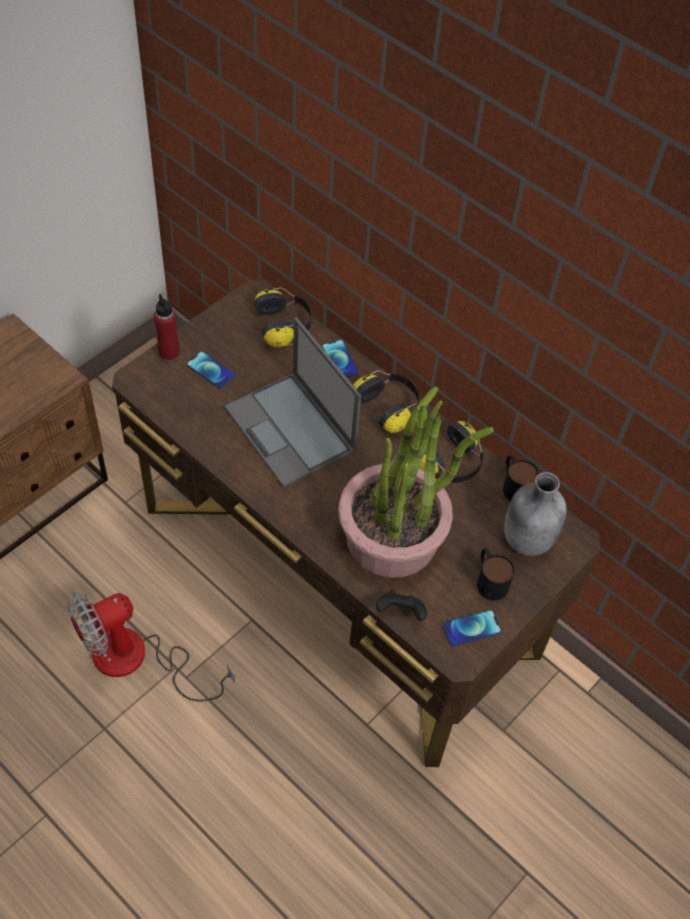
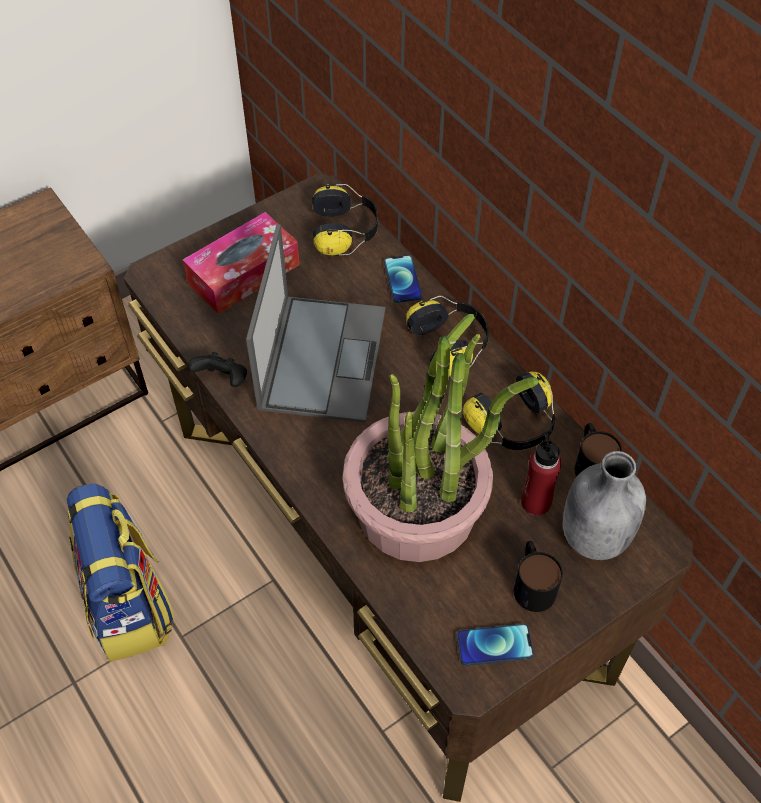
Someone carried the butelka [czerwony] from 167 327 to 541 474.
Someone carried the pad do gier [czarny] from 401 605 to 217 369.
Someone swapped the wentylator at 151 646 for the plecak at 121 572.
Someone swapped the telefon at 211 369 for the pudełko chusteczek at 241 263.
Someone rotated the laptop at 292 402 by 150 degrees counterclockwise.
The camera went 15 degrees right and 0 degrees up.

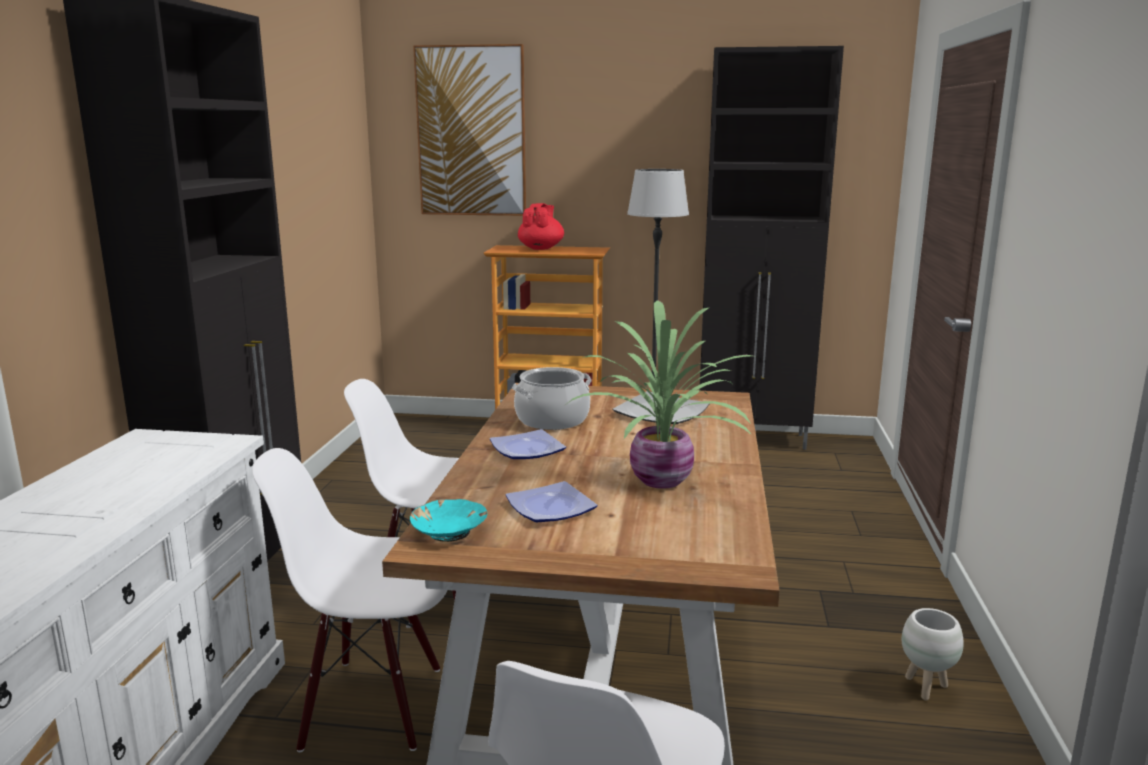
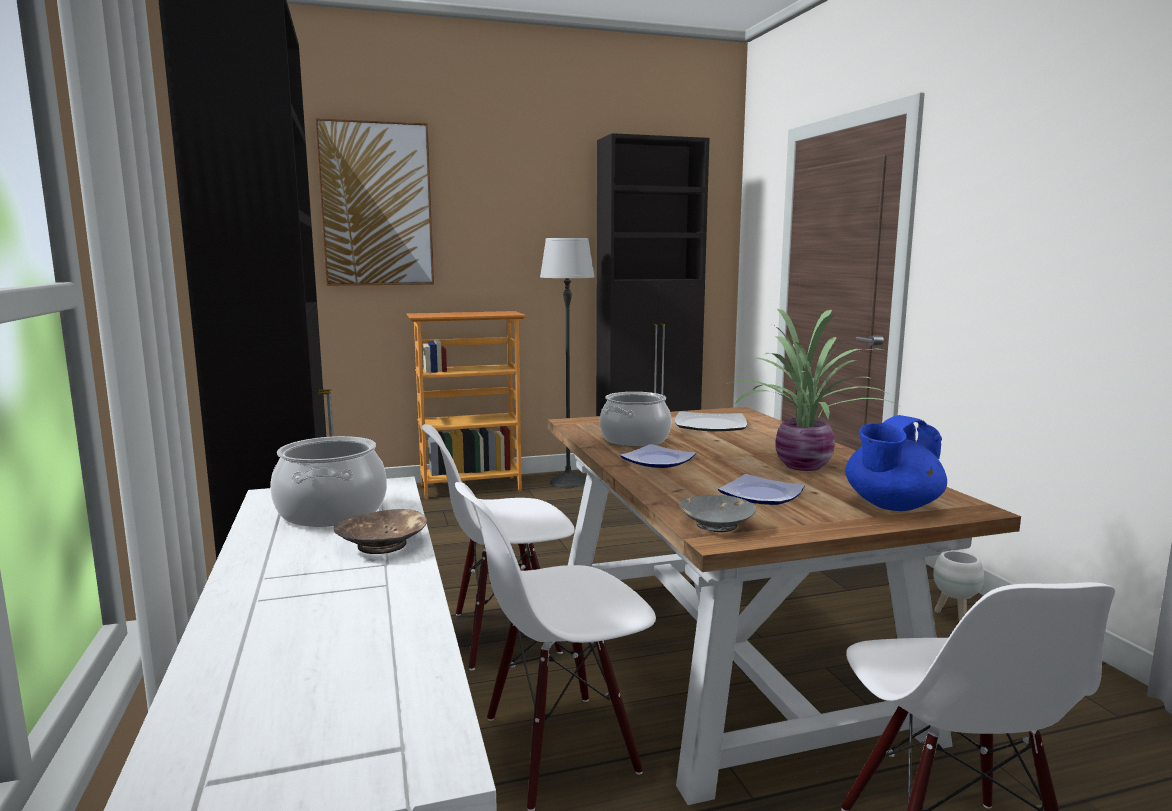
Someone took away the imbryk [czerwony] at 541 226.
Someone put down the garnek at 328 481.
Someone put down the miska [brązowy] at 380 531.
Someone put down the imbryk [niebieski] at 896 463.
Someone repainted the miska [turkusowy] at 448 520, which became the miska [szary] at 717 513.
The camera went 25 degrees left and 5 degrees down.

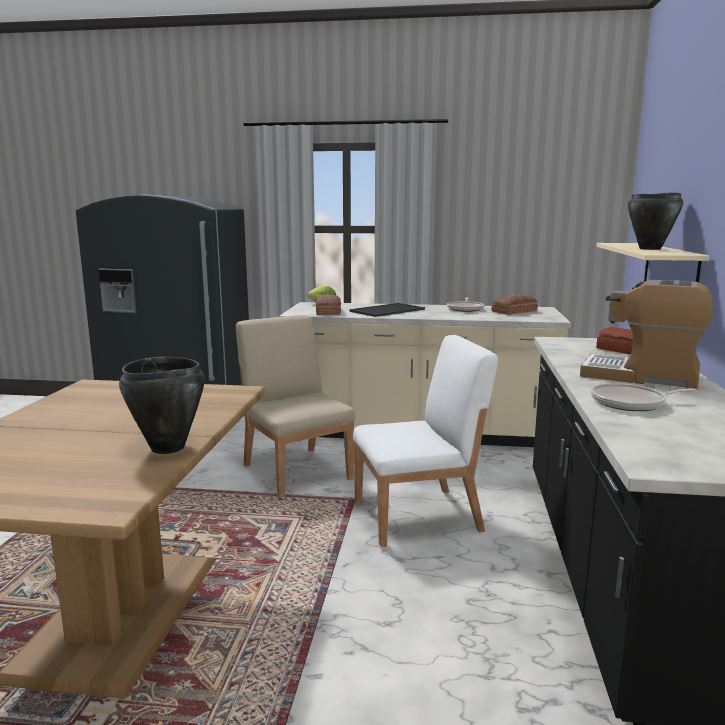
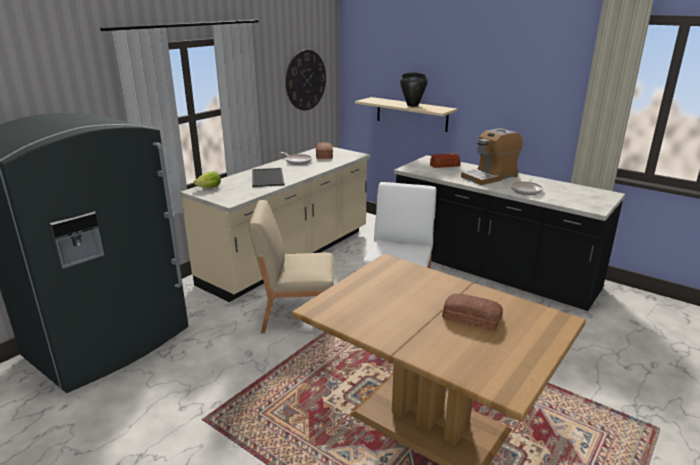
Someone took away the garnek [czarny] at 162 405.
Someone put up the zegar ścienny at 306 80.
Someone carried the chleb from 328 304 to 472 313.
The camera went 60 degrees left and 10 degrees up.

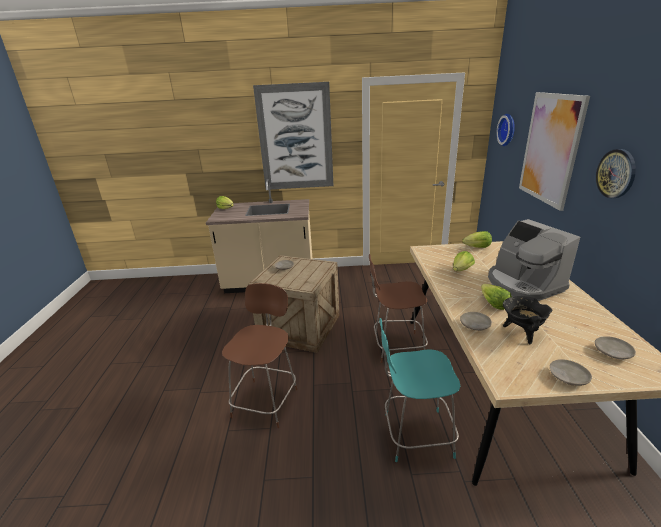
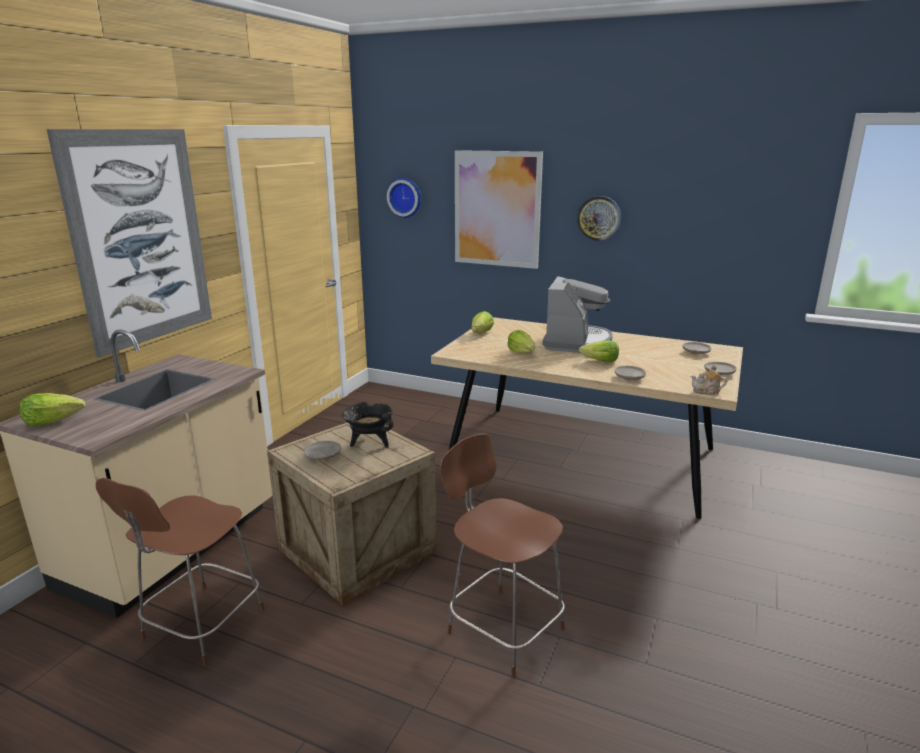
Someone took away the krzesło [turkusowy] at 419 390.
Someone put down the imbryk at 709 380.
Someone carried the krzesło [brązowy] from 398 308 to 180 572.
Someone carried the garnek [czarny] from 527 320 to 367 424.
Someone rotated the ekspres do kawy at 534 260 by 75 degrees counterclockwise.
The camera went 65 degrees left and 5 degrees down.

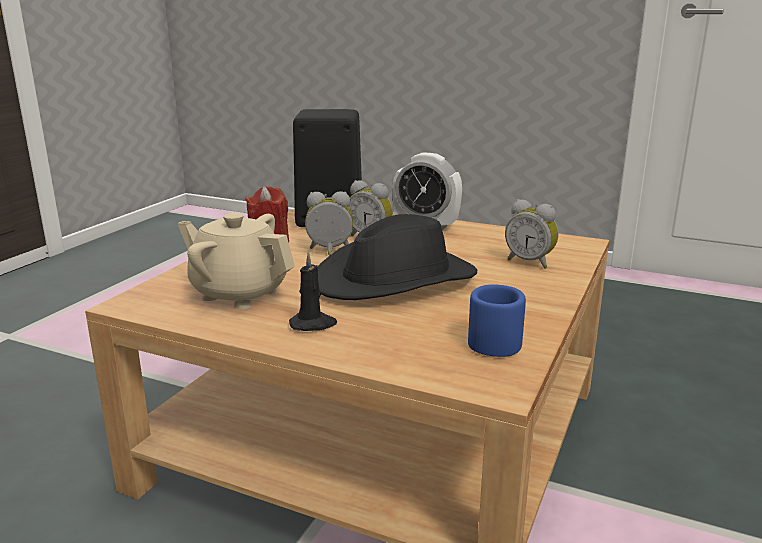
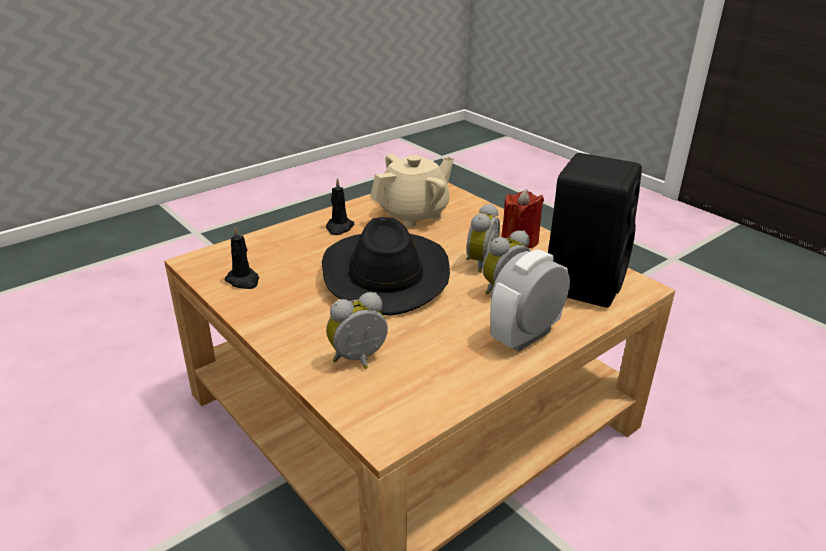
Someone swapped the kubek [niebieski] at 497 321 for the świeca [czarny] at 241 257.
The camera went 115 degrees right and 10 degrees up.

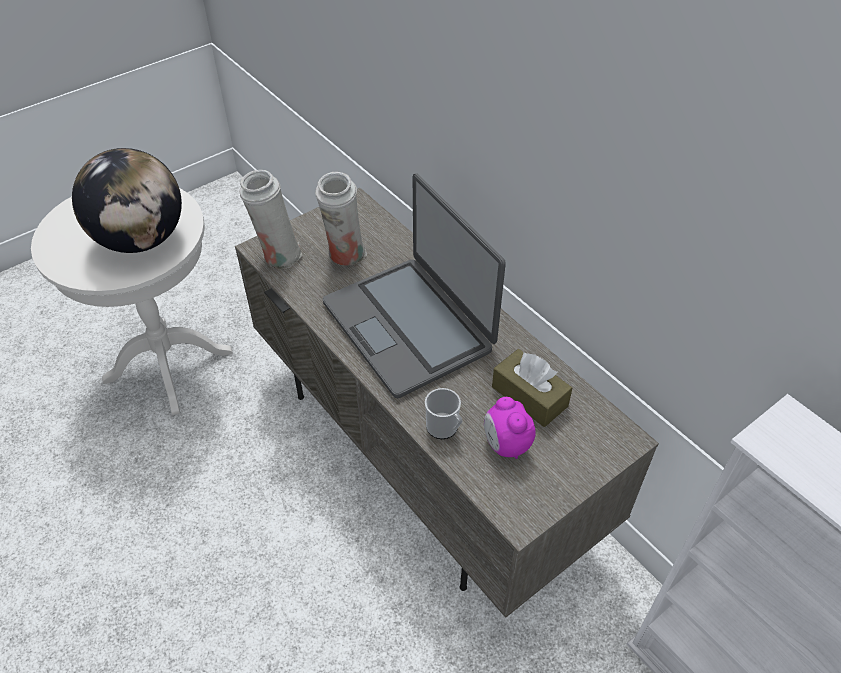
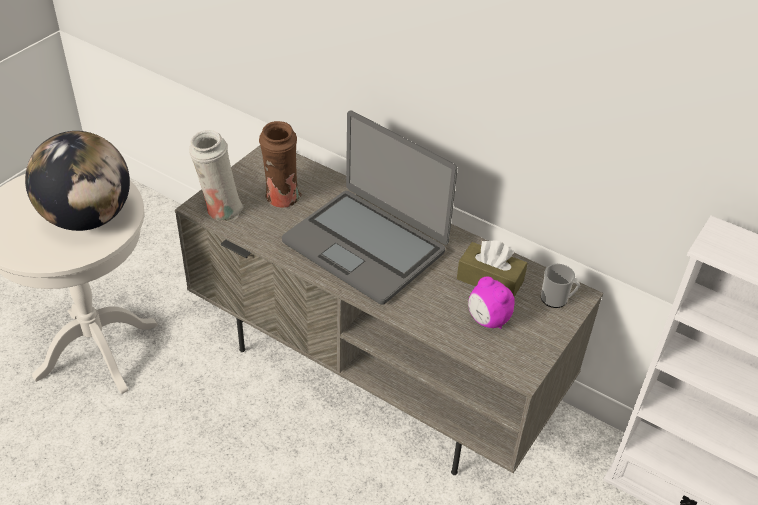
Someone carried the kubek from 443 413 to 560 286.
Someone repainted the wazon [biały] at 341 219, which became the wazon [brązowy] at 280 164.
The camera went 20 degrees left and 5 degrees down.

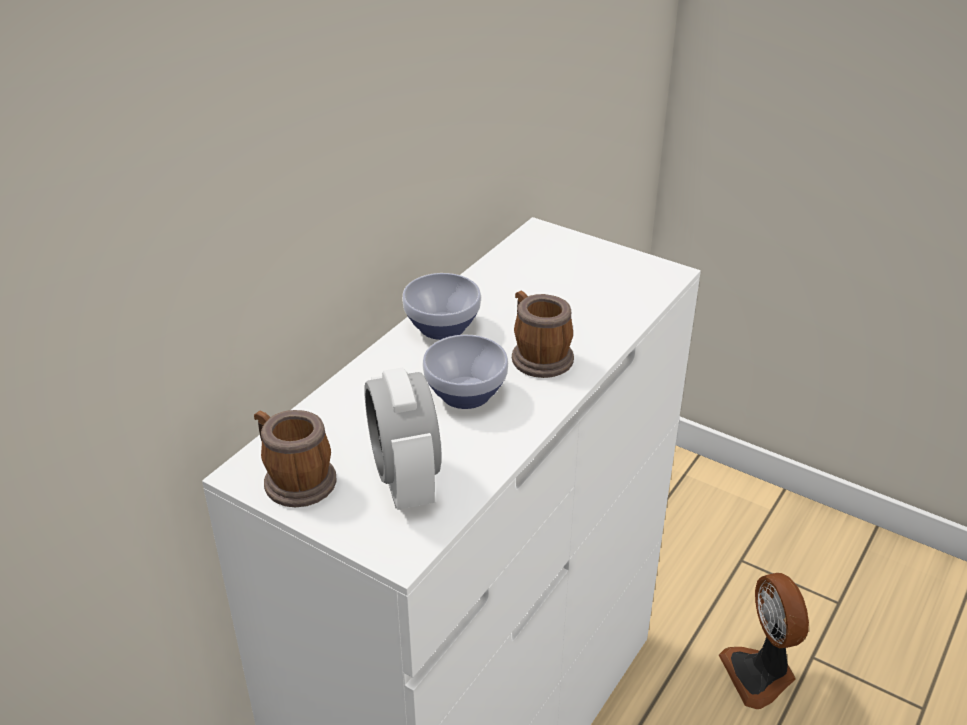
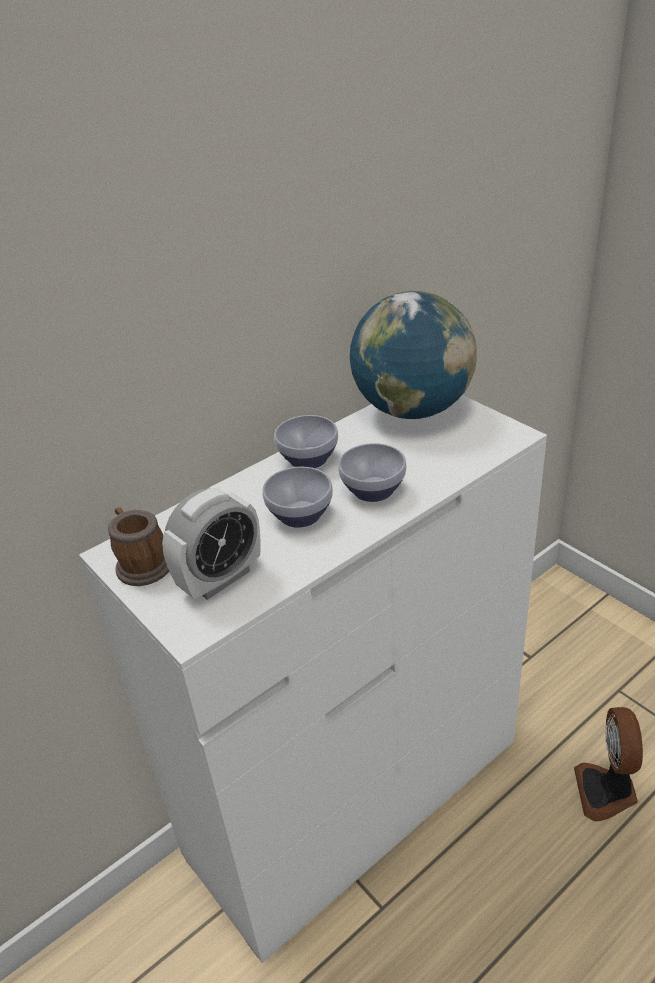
Someone put down the globus at 413 354.
Someone swapped the kubek at 543 334 for the miska at 372 472.
Someone rotated the budzik at 403 438 by 135 degrees counterclockwise.
The camera went 20 degrees right and 0 degrees up.

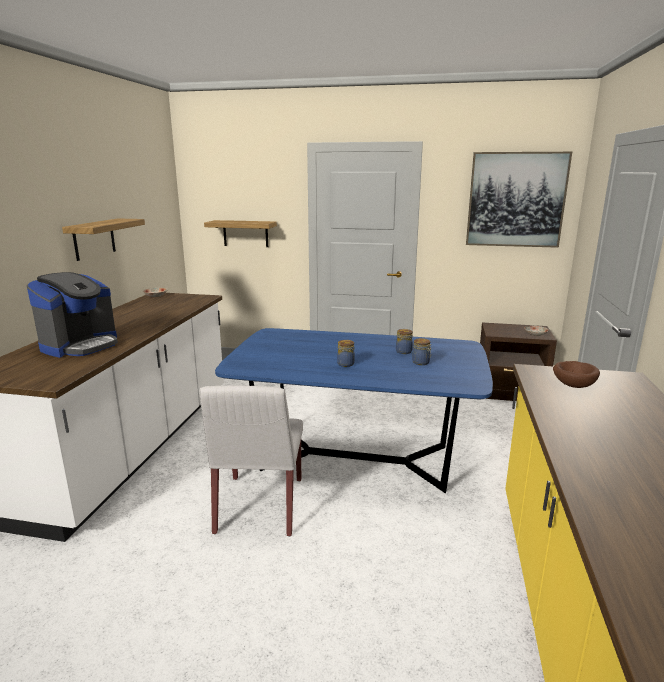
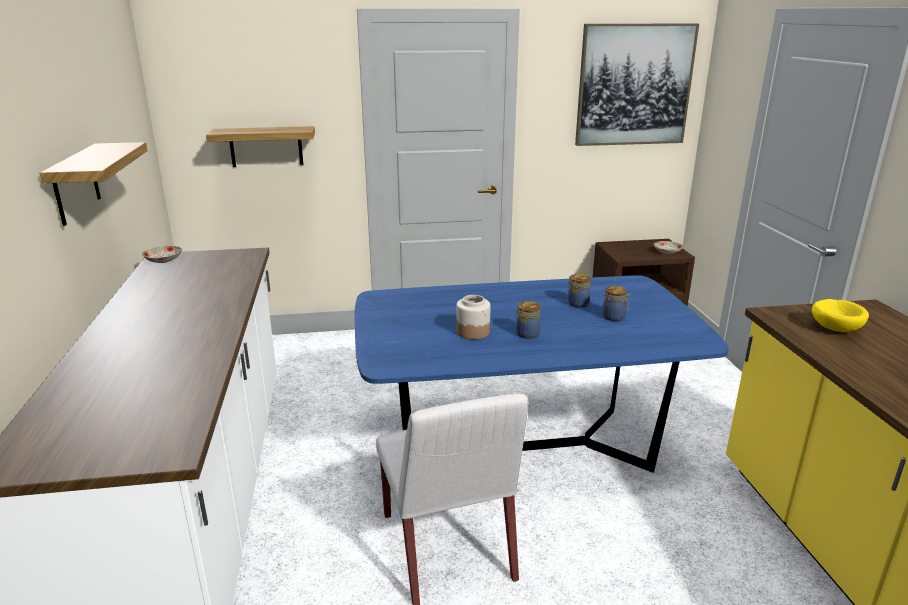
Someone took away the ekspres do kawy at 72 315.
Someone put down the słoik at 473 317.
Someone repainted the miska [brązowy] at 576 374, which became the miska [żółty] at 840 315.
The camera went 20 degrees left and 5 degrees up.

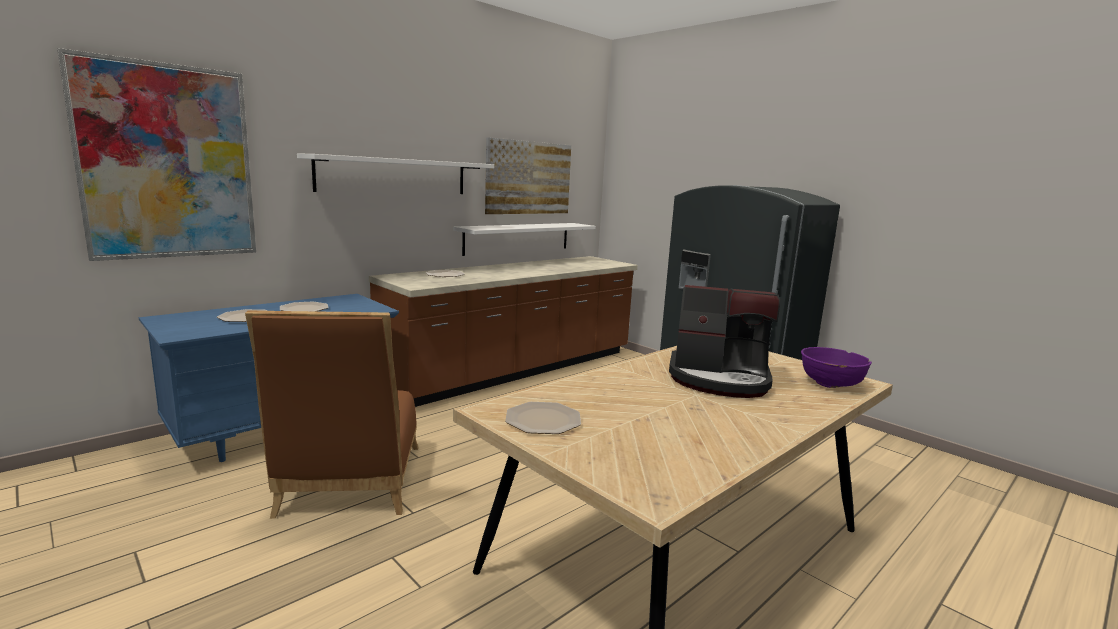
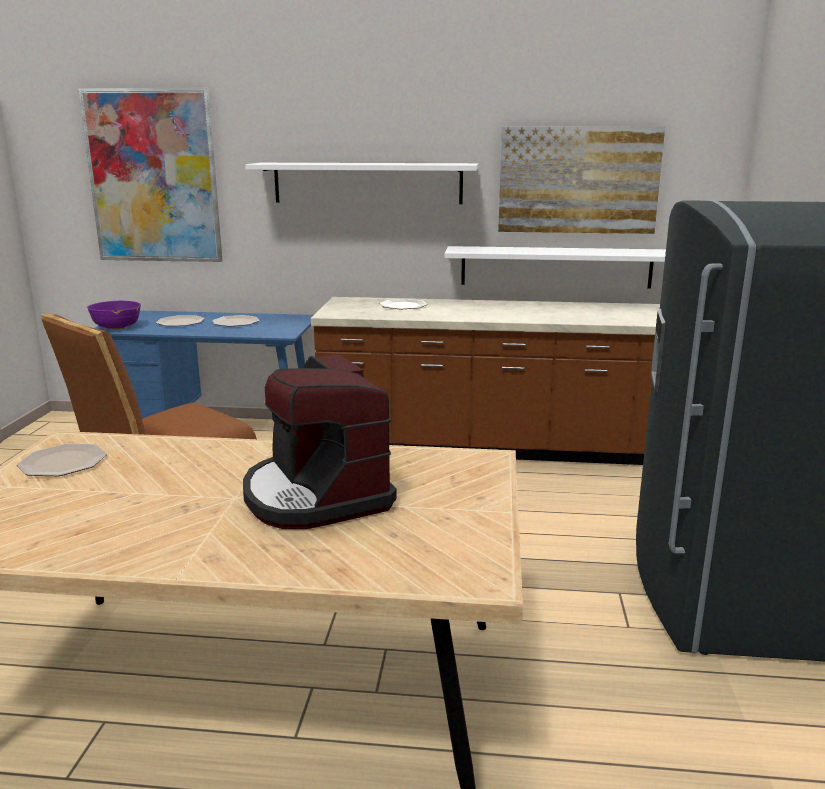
Someone carried the miska [fioletowy] from 836 367 to 114 315.
The camera went 50 degrees right and 5 degrees up.

